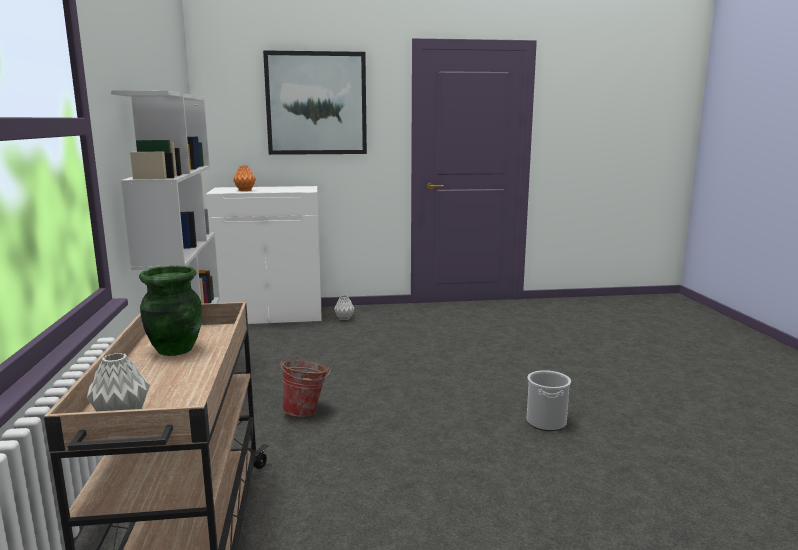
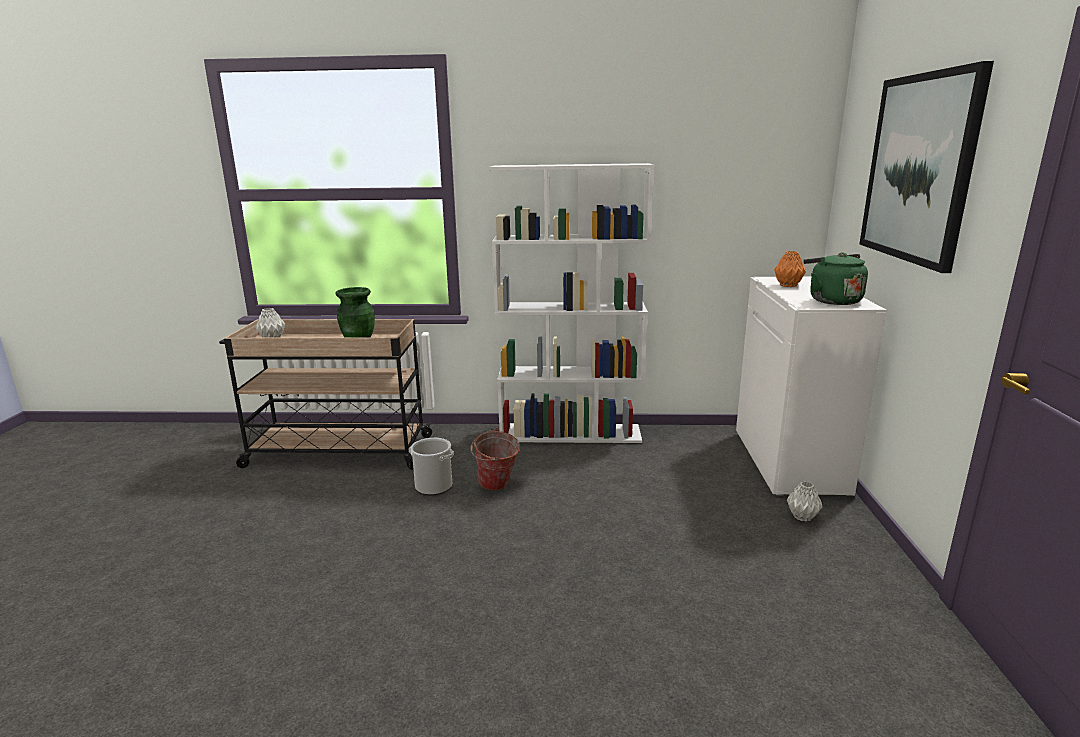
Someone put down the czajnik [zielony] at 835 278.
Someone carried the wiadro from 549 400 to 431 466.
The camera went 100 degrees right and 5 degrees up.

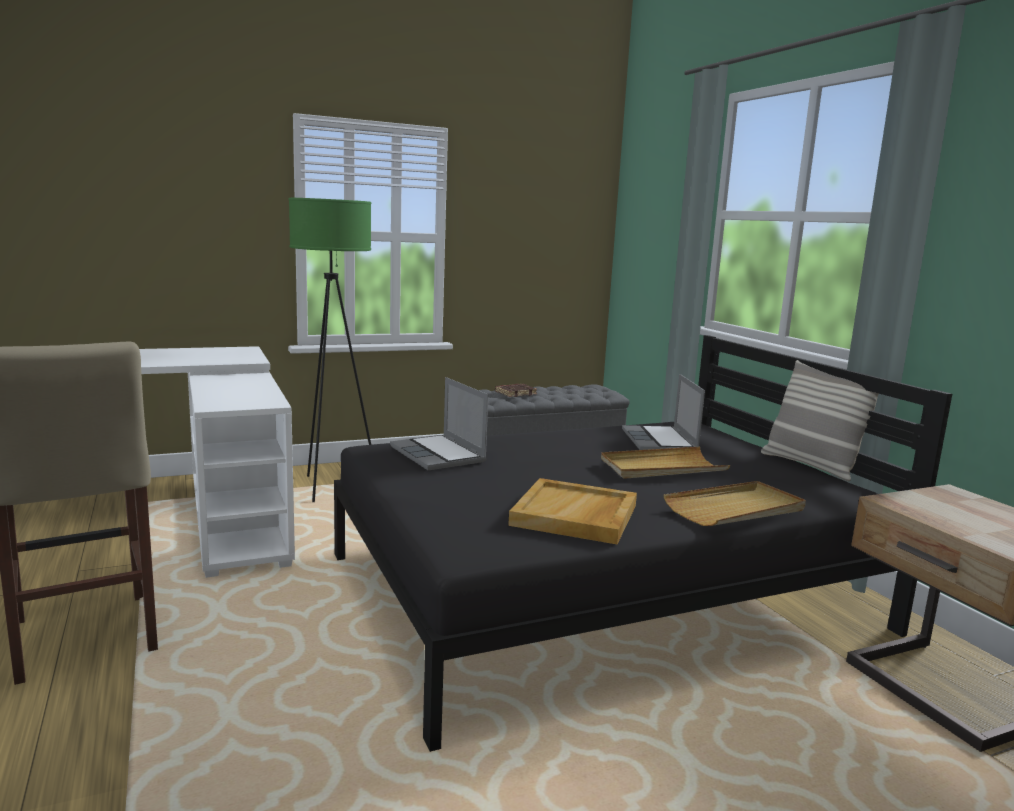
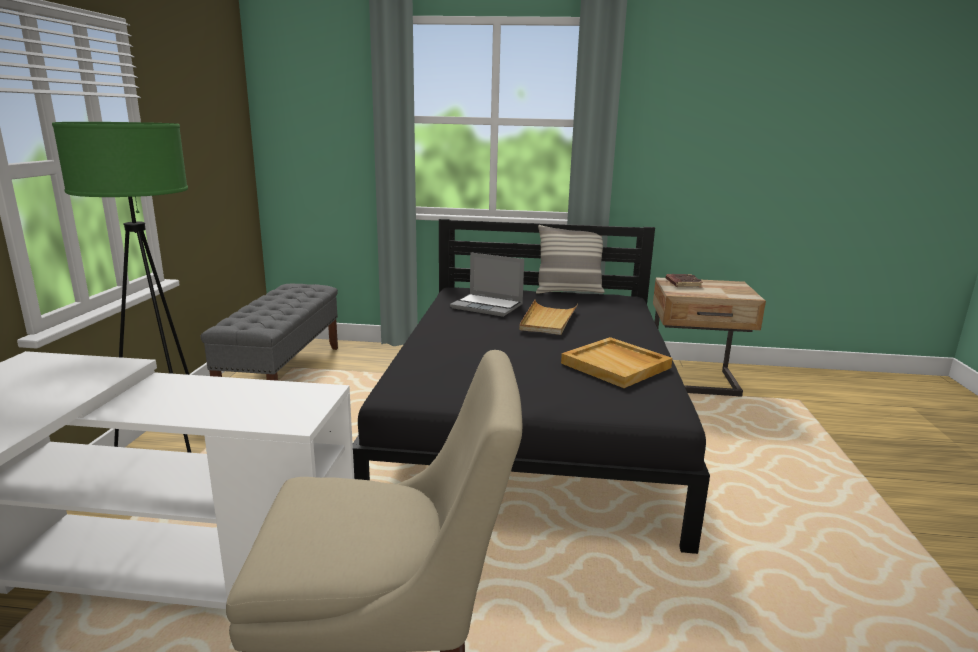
Someone took away the laptop at 439 423.
Someone took away the taca [beżowy] at 734 503.
Someone carried the książka [brązowy] from 516 390 to 684 280.
The camera went 60 degrees left and 5 degrees up.

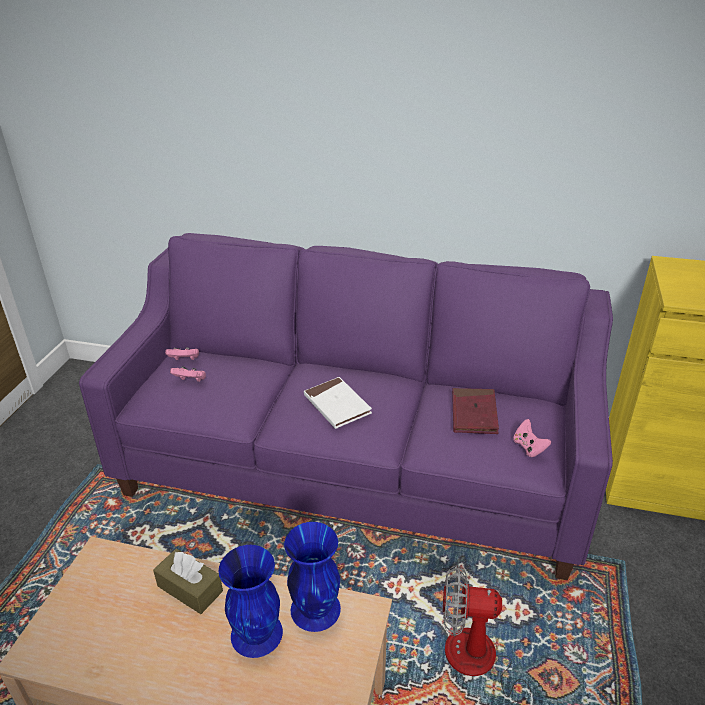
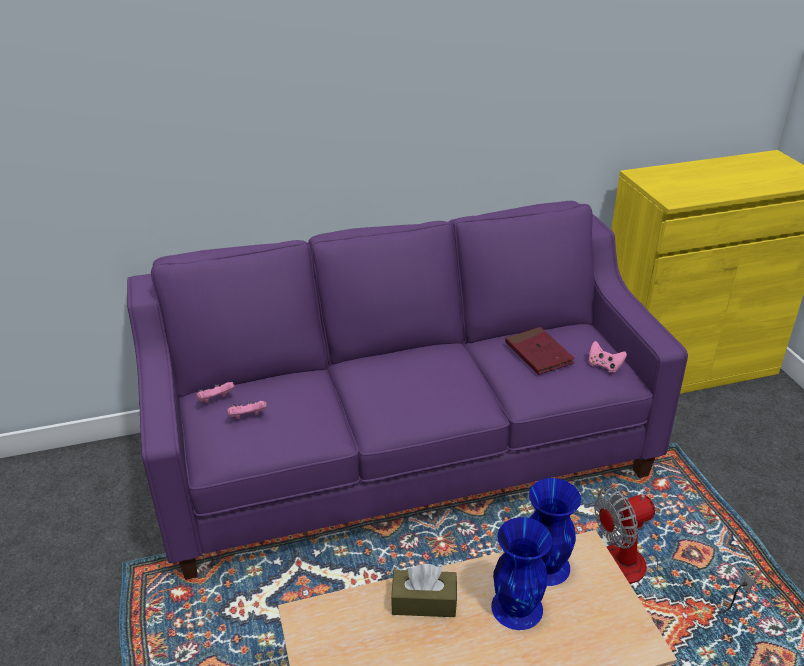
Someone took away the książka [biały] at 338 403.
The camera went 30 degrees left and 0 degrees up.

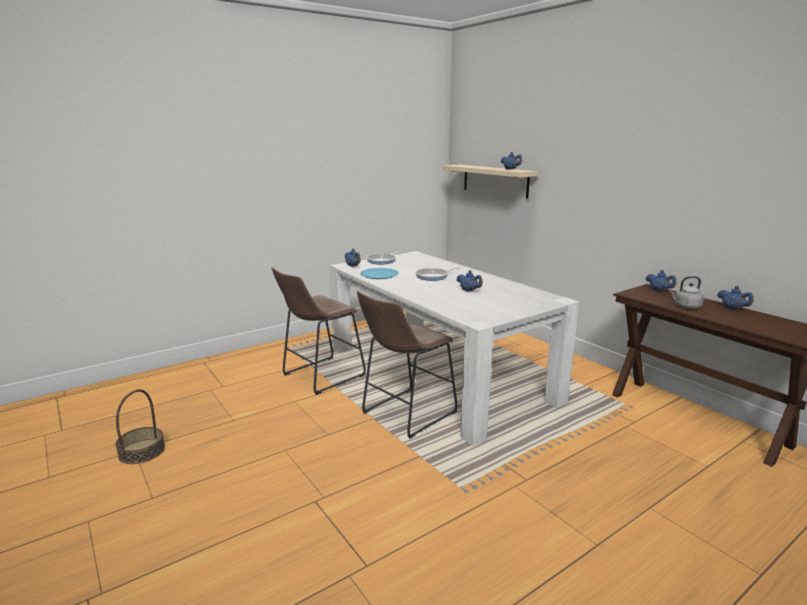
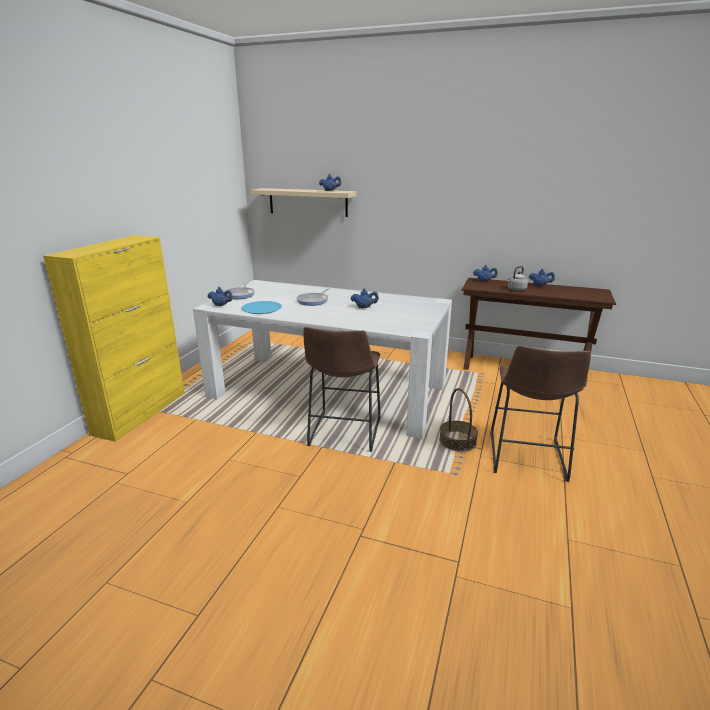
Someone put down the szafka [żółty] at 114 338.
Someone carried the koszyk from 140 426 to 458 419.
Someone carried the stołek [brązowy] from 319 331 to 541 414.
The camera went 35 degrees left and 5 degrees up.

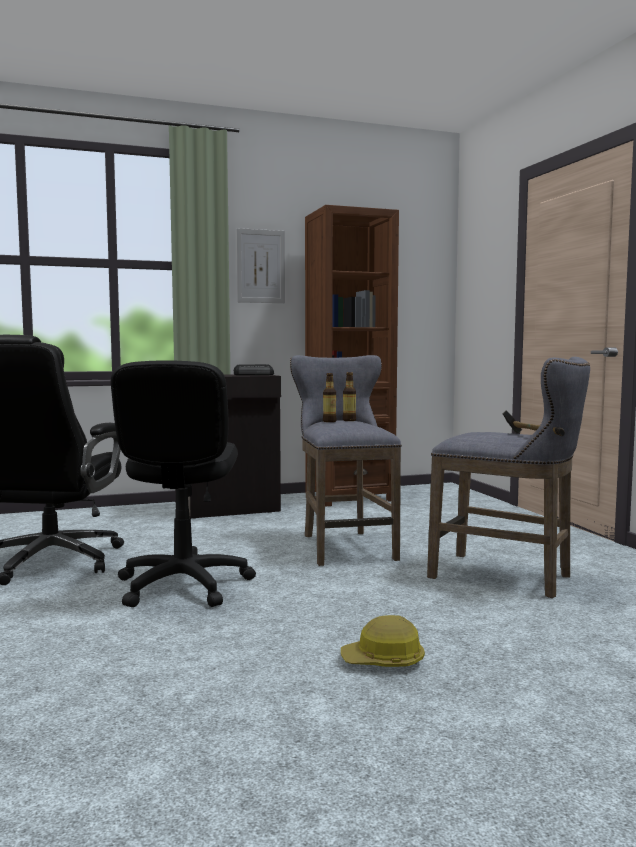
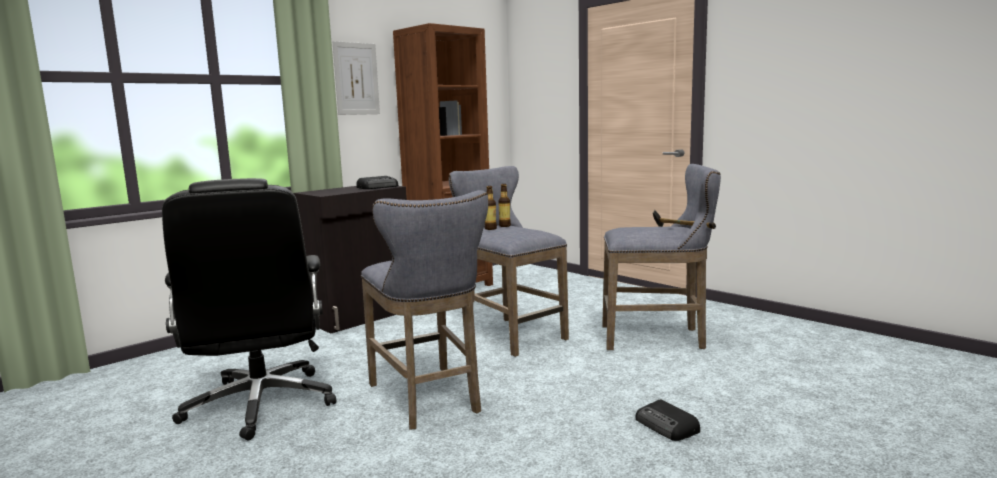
Someone swapped the krzesło biurowe [czarny] at 183 483 for the stołek [szary] at 424 309.
Someone swapped the kask at 383 641 for the radio at 667 420.
The camera went 25 degrees left and 5 degrees up.

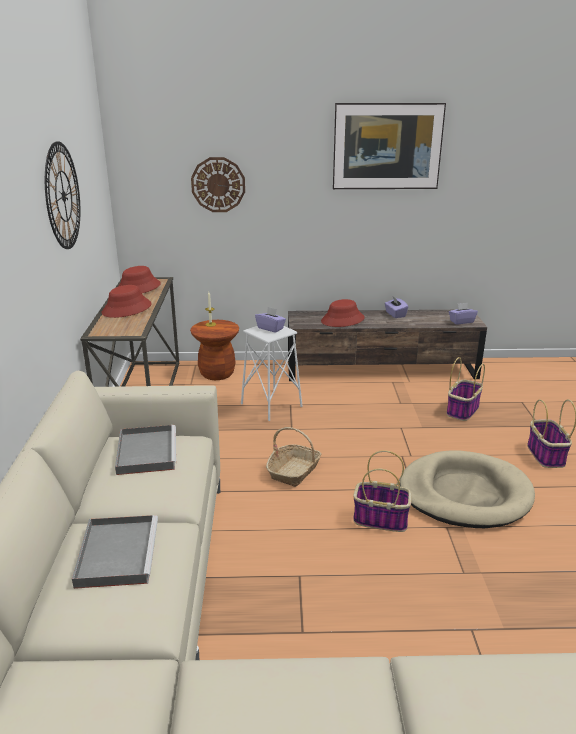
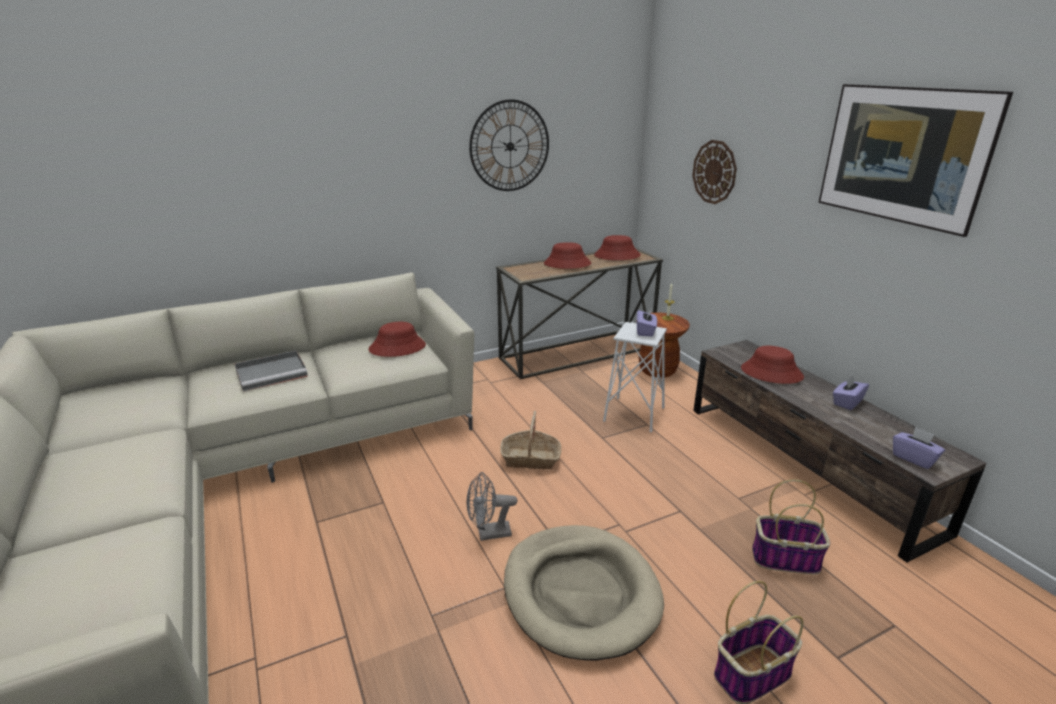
Someone swapped the taca [szary] at 145 450 for the kapelusz [czerwony] at 397 339.
Someone swapped the koszyk at 382 491 for the wentylator [szary] at 492 506.
The camera went 65 degrees right and 0 degrees up.

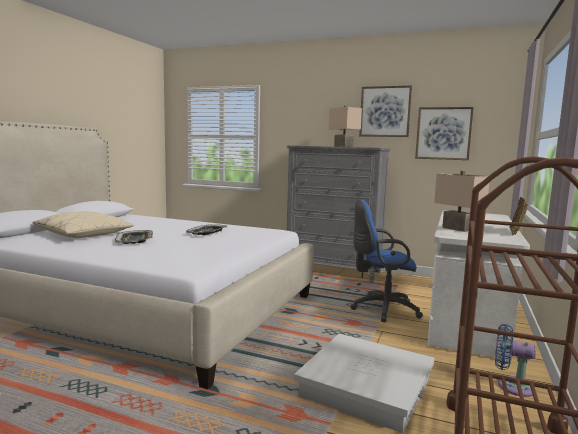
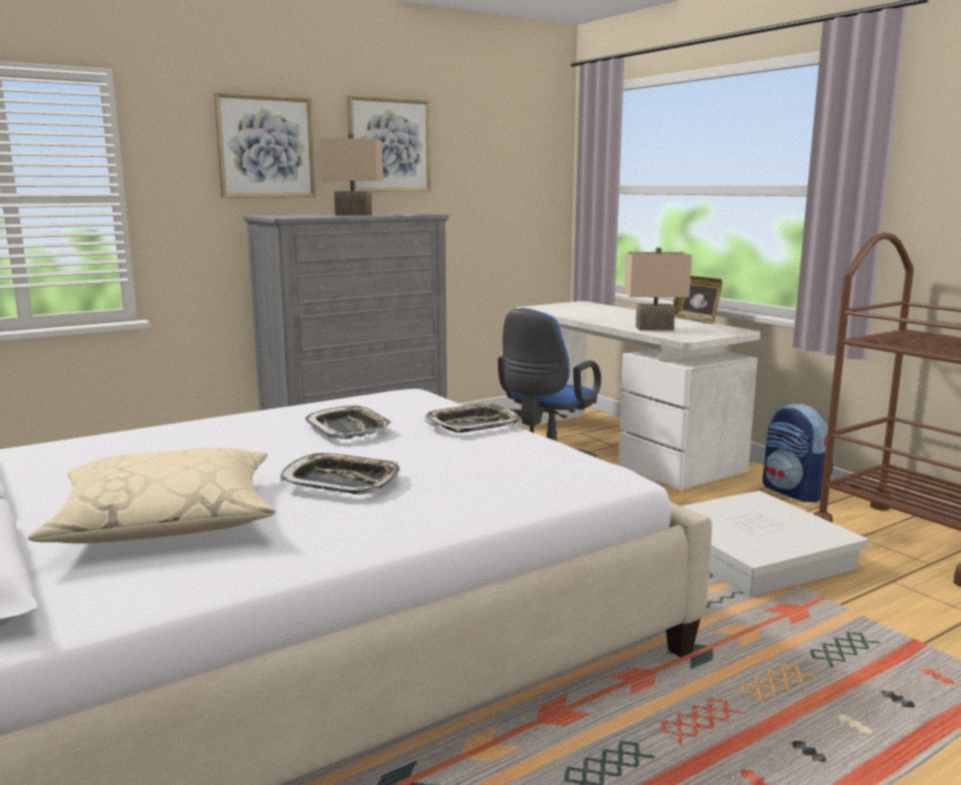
Someone put down the taca at 473 418.
Someone carried the obraz from 444 133 to 264 145.
Someone swapped the wentylator [niebieski] at 515 360 for the plecak at 797 452.
The camera went 55 degrees left and 5 degrees up.

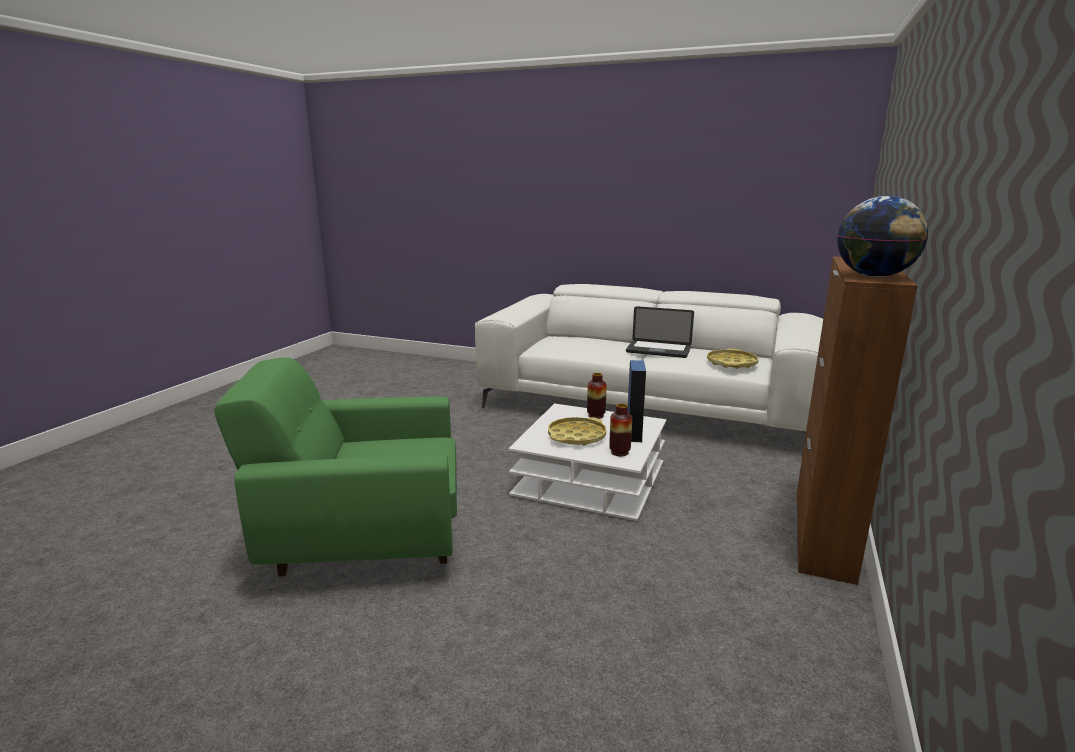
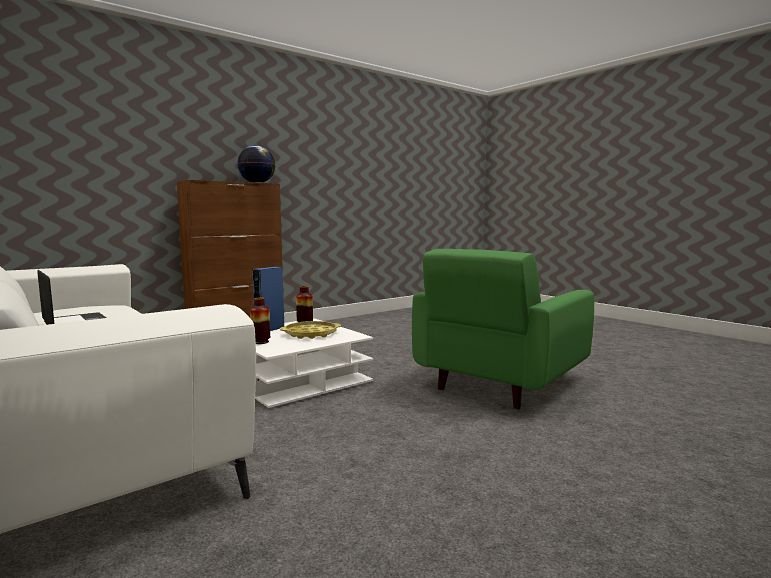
Someone took away the taca [żółty] at 733 359.
Someone rotated the fotel [zielony] at 335 467 by 105 degrees clockwise.
The camera went 150 degrees left and 10 degrees down.

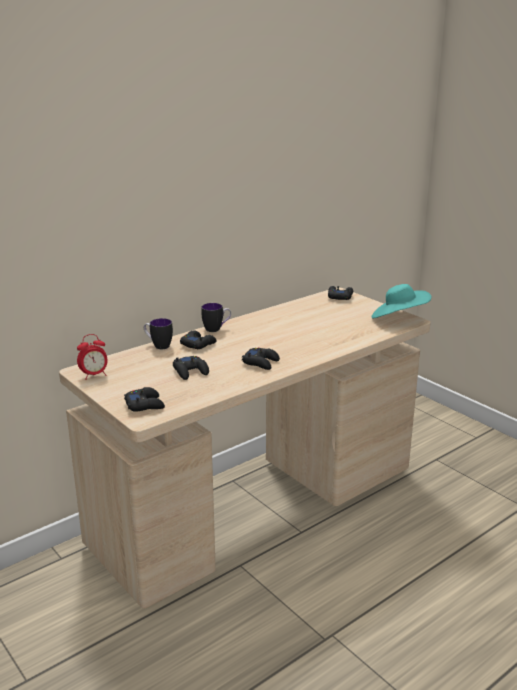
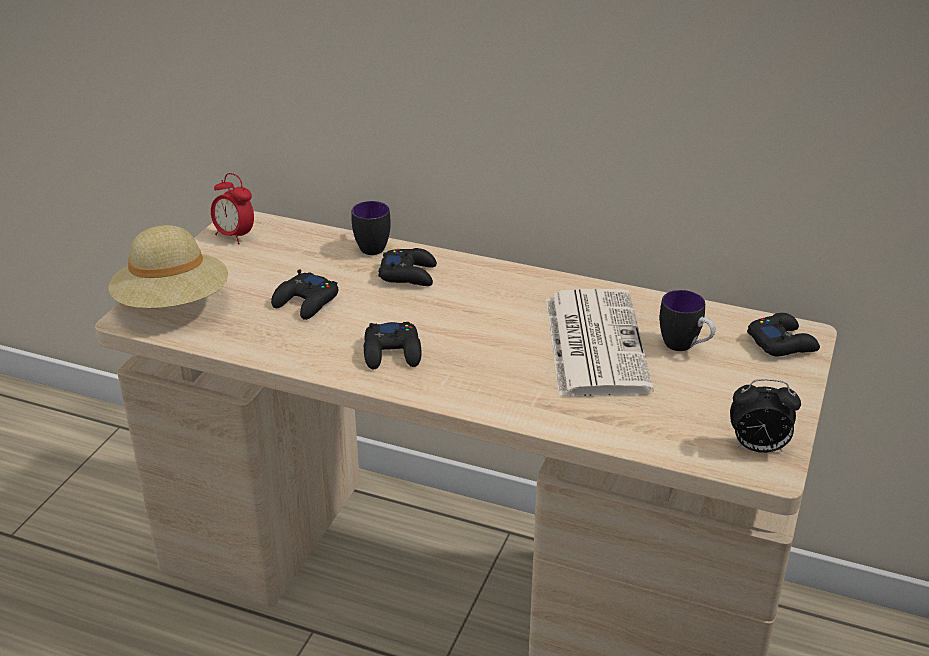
Someone put down the gazeta at 599 342.
Someone carried the kubek from 216 317 to 687 320.
Someone swapped the pad do gier [czarny] at 144 399 for the kapelusz [beżowy] at 168 266.
Someone swapped the kapelusz [turkusowy] at 402 301 for the budzik at 765 416.
The camera went 60 degrees right and 10 degrees up.

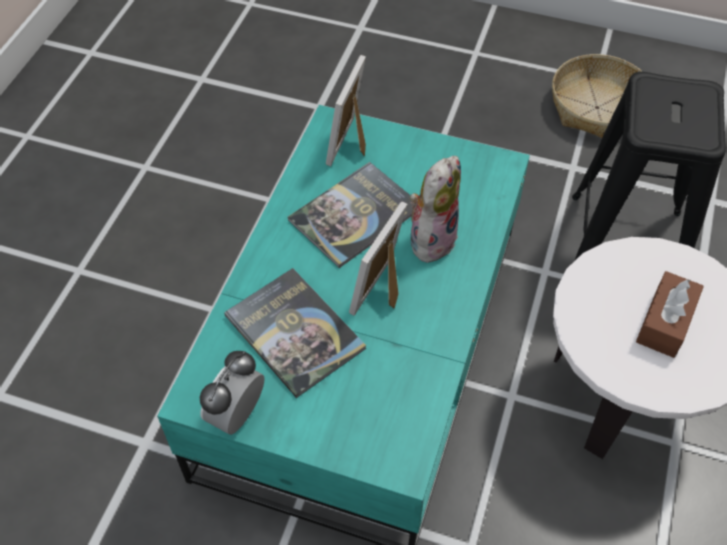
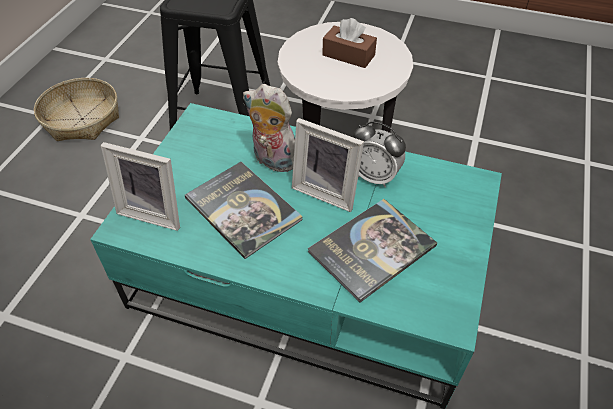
Someone carried the budzik from 232 393 to 379 154.
The camera went 90 degrees left and 5 degrees down.

